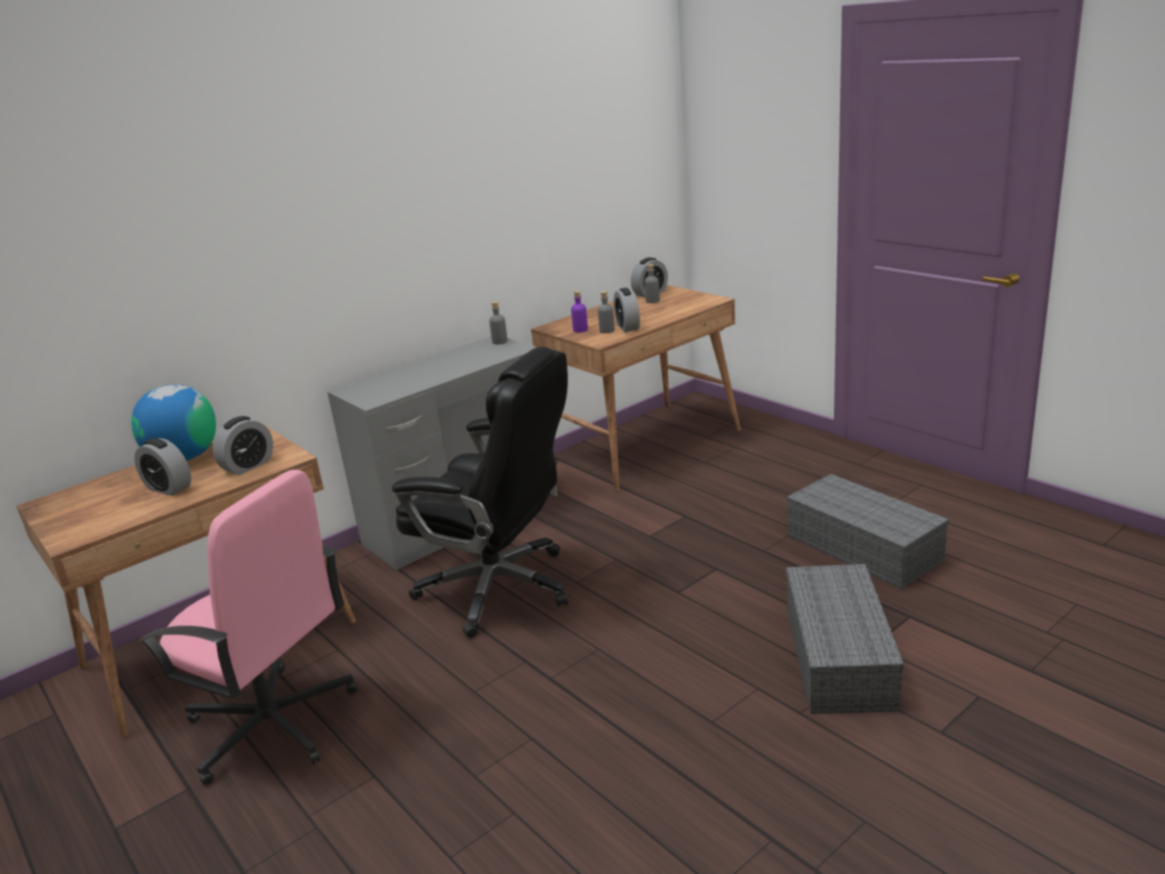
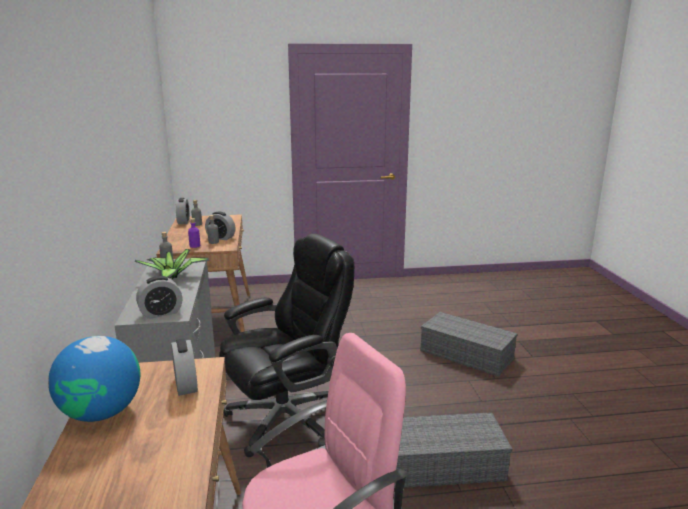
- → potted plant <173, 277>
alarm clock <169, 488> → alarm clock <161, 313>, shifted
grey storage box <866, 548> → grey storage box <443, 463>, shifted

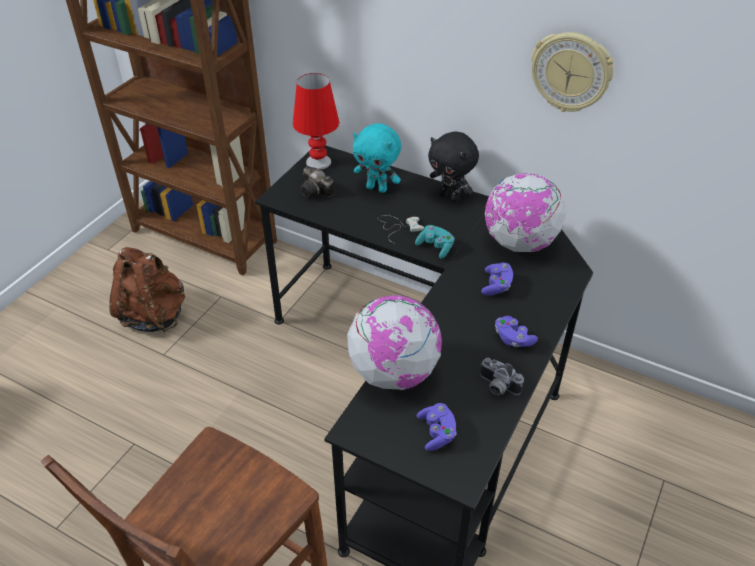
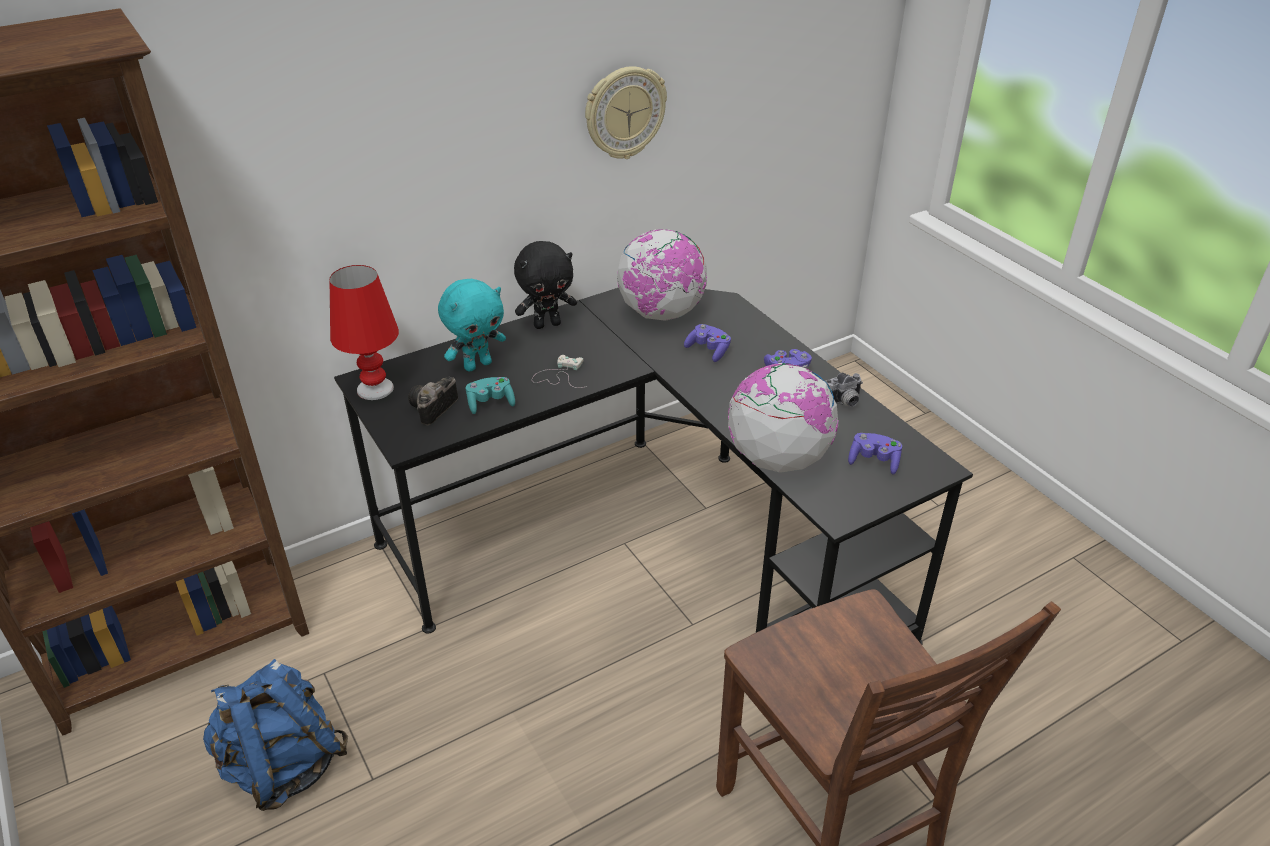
brown backpack <154, 315> → blue backpack <283, 765>
photo camera <316, 192> → photo camera <432, 410>, 135 degrees clockwise
turquoise game controller <435, 247> → turquoise game controller <490, 403>, shifted

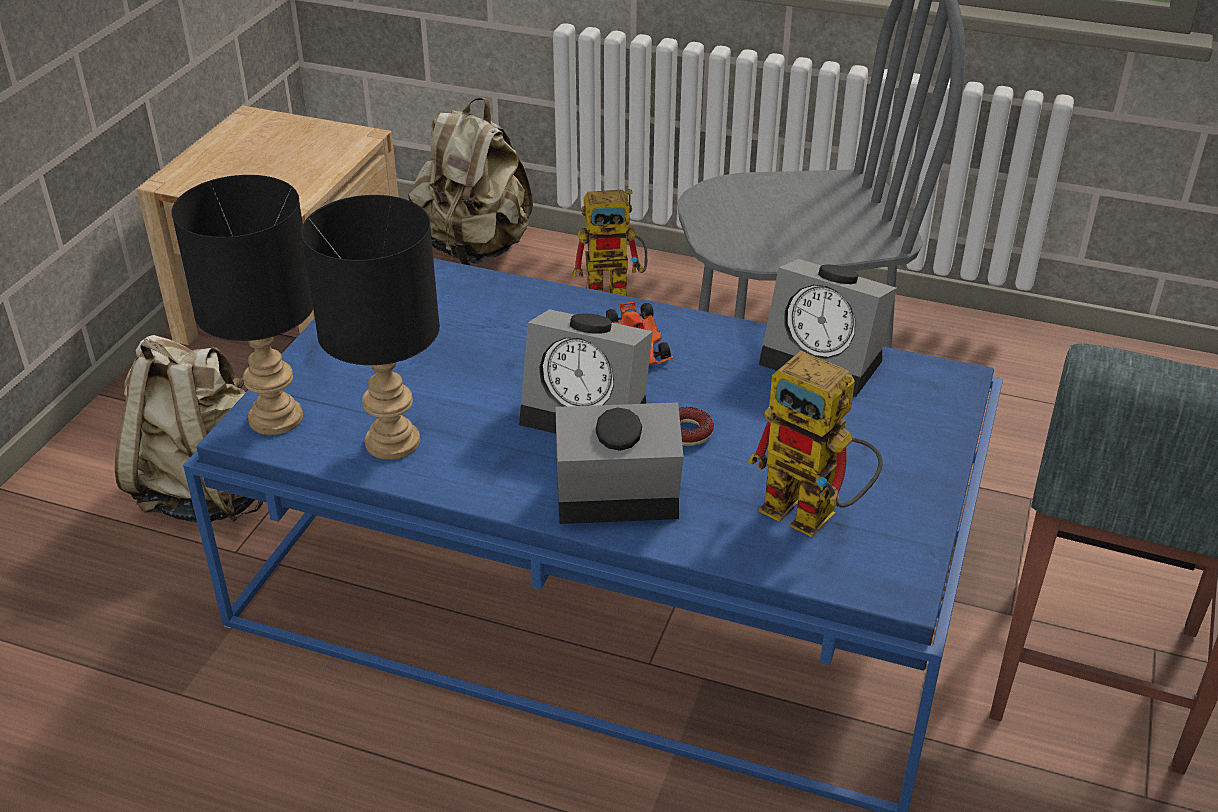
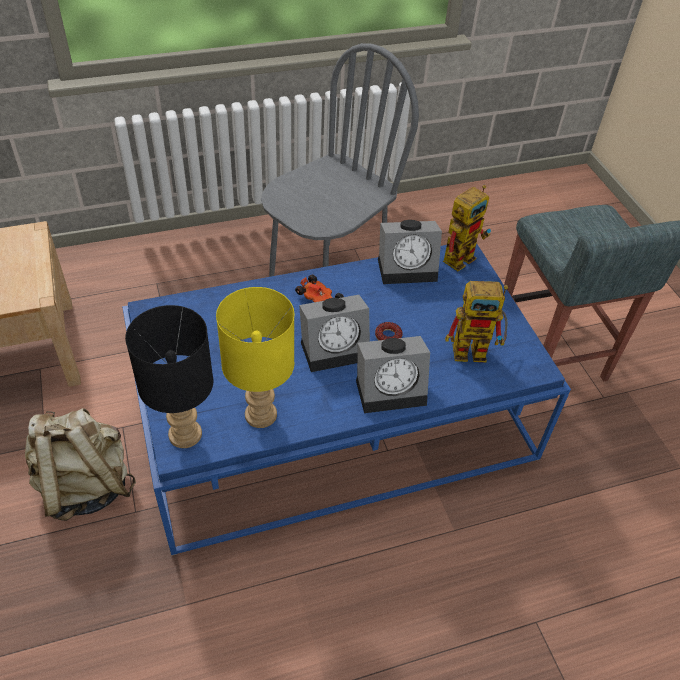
black table lamp <394, 443> → yellow table lamp <262, 415>
alarm clock <613, 500> → alarm clock <392, 389>, 150 degrees counterclockwise
toy robot <616, 291> → toy robot <461, 255>, shifted
beige backpack <475, 249> → -

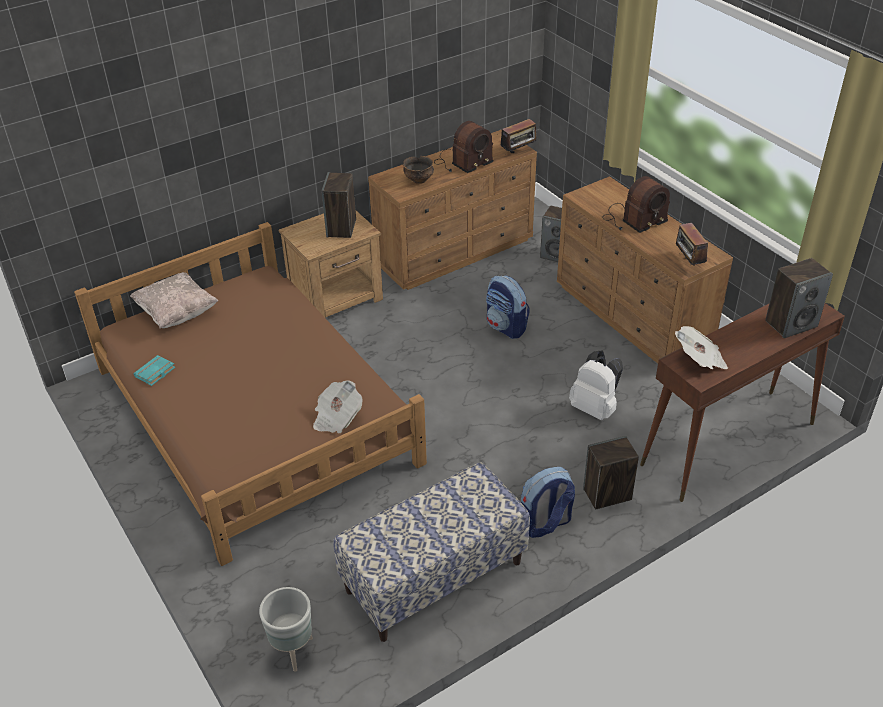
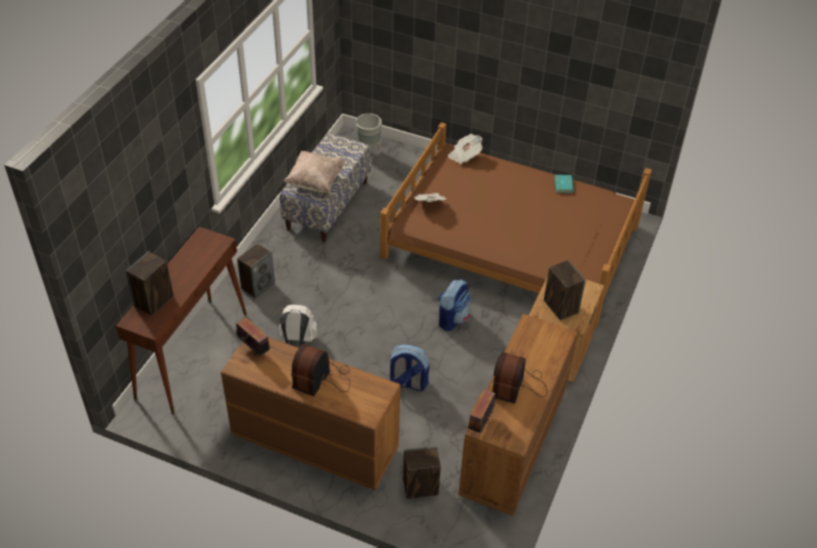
beige pillow <177, 313> → beige pillow <315, 182>, shifted
backpack <545, 524> → backpack <452, 318>, shifted
newspaper <699, 360> → newspaper <464, 156>, shifted
bowl <419, 180> → -

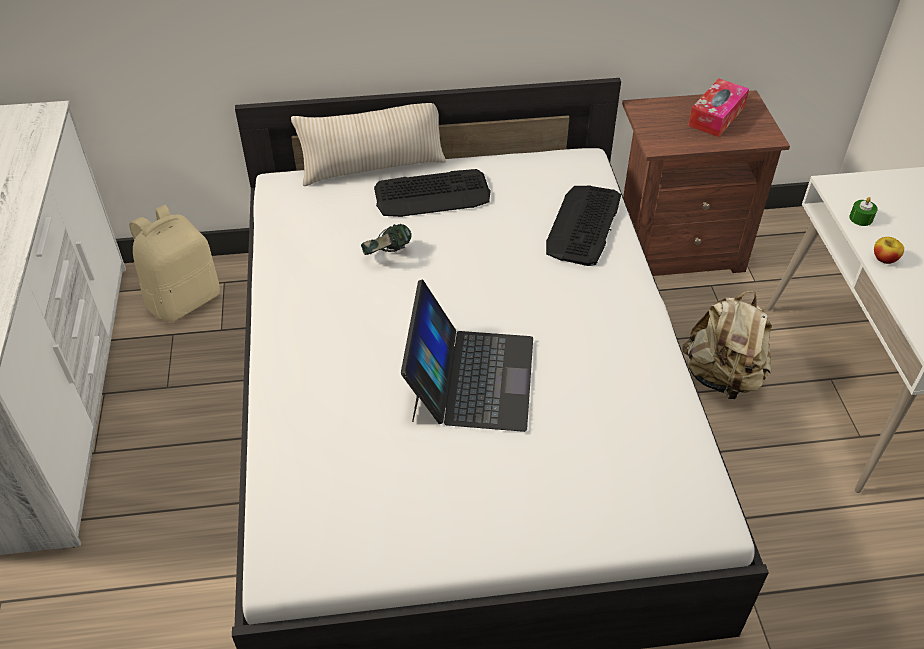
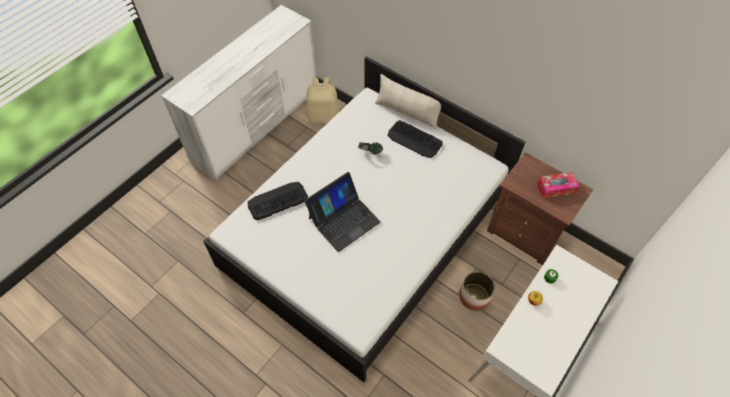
keyboard <583, 225> → keyboard <277, 201>, shifted
beige backpack <722, 377> → planter <474, 297>

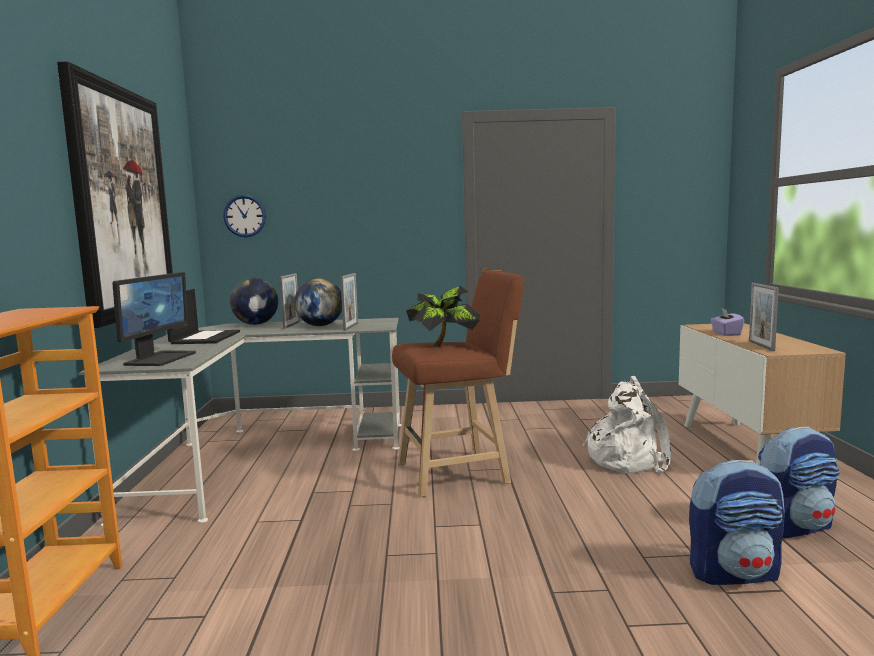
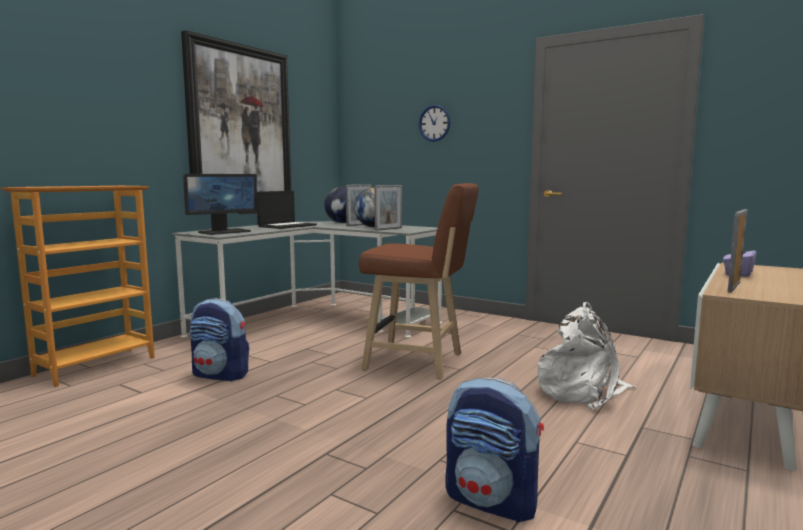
backpack <794, 527> → backpack <221, 375>, shifted
wall clock <244, 216> → wall clock <434, 123>, shifted
potted plant <445, 346> → -

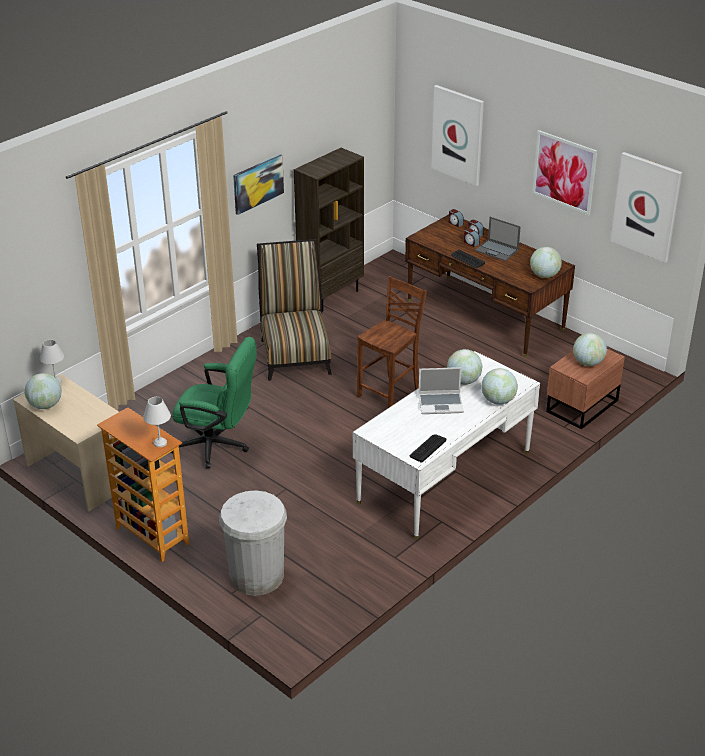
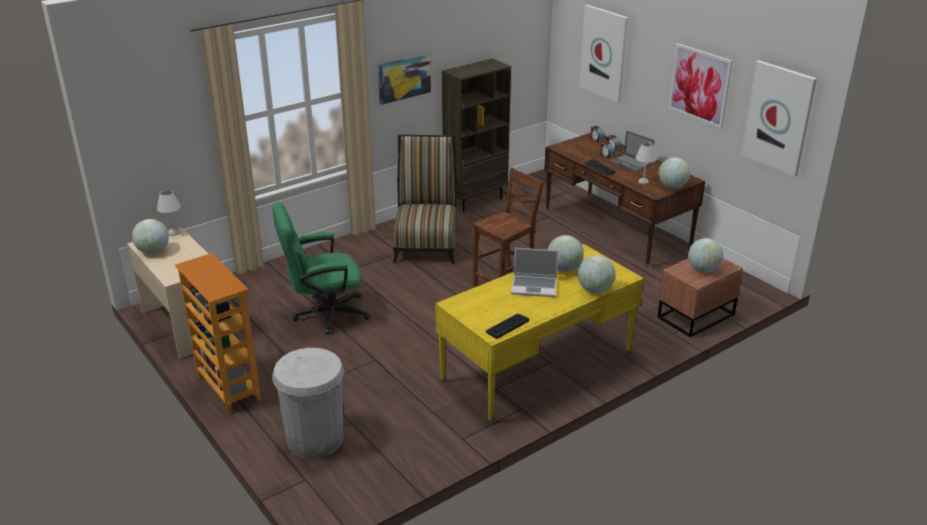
green office chair <217, 446> → green office chair <324, 314>, 135 degrees clockwise
white desk <445, 477> → yellow desk <537, 367>
white table lamp <160, 443> → white table lamp <643, 182>, shifted

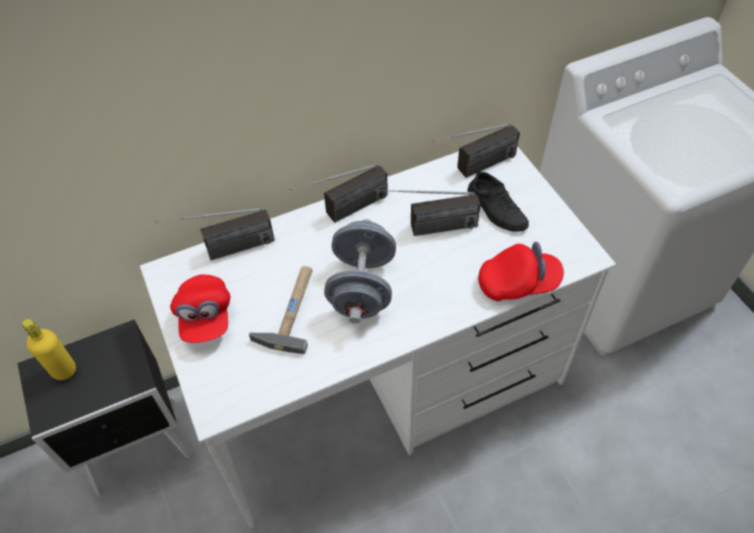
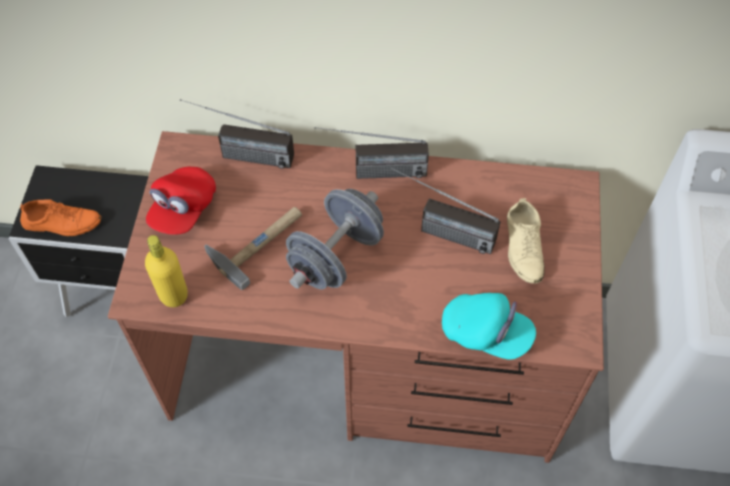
- → orange shoe <62, 223>
white desk <382, 386> → brown desk <367, 360>
yellow bottle <63, 370> → yellow bottle <173, 295>, shifted
red cap <518, 283> → turquoise cap <486, 333>
black shoe <496, 209> → beige shoe <523, 247>
radio <474, 169> → -

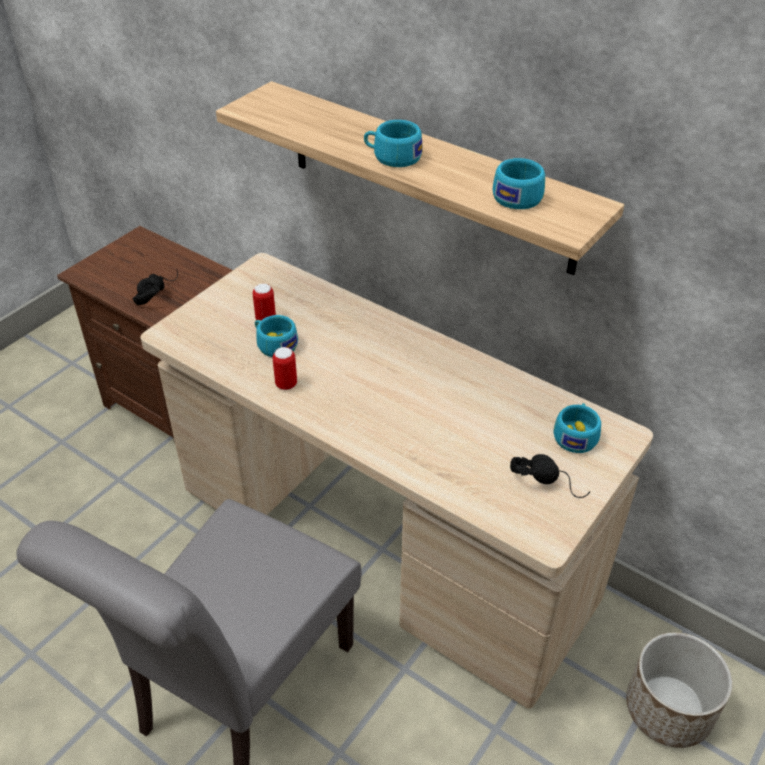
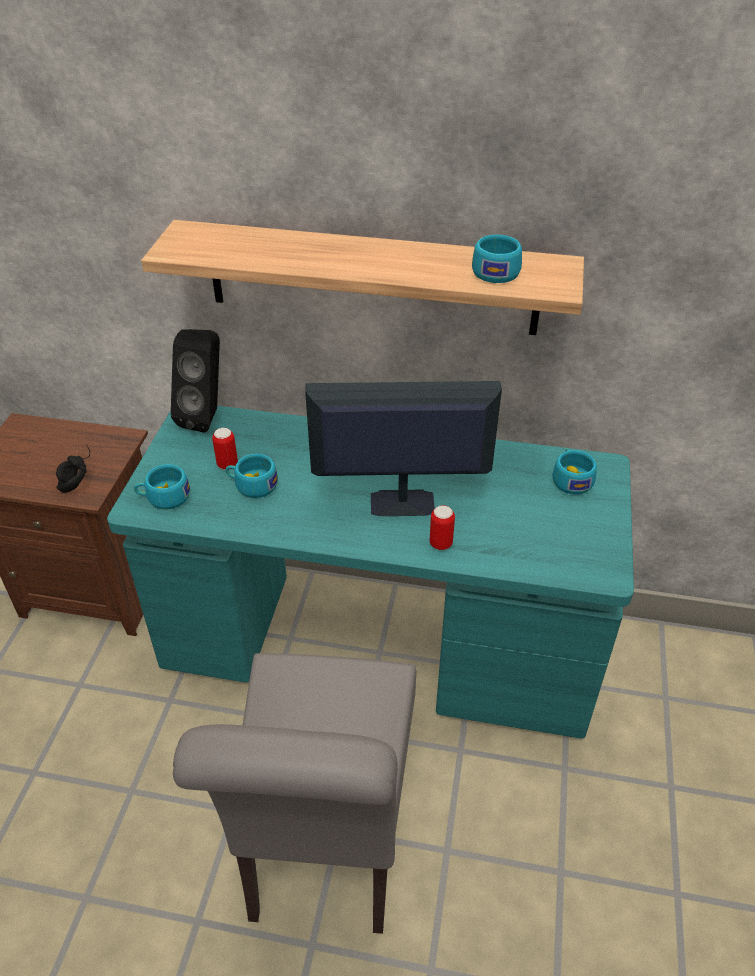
beige desk <382, 545> → turquoise desk <377, 648>
turquoise cup <392, 157> → turquoise cup <164, 497>, shifted
- → black speaker <207, 416>
- → monitor <400, 503>
can <286, 384> → can <440, 543>, shifted
black headphones <548, 480> → -
planter <669, 709> → -

